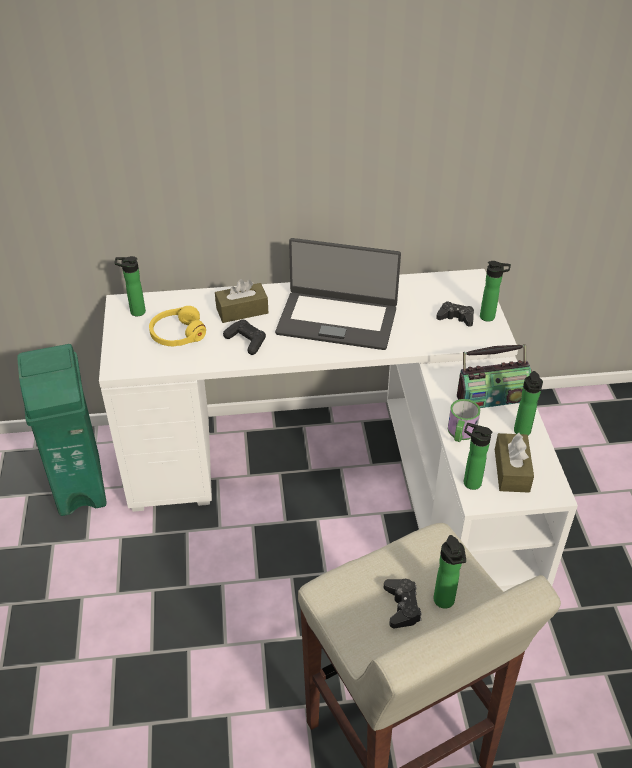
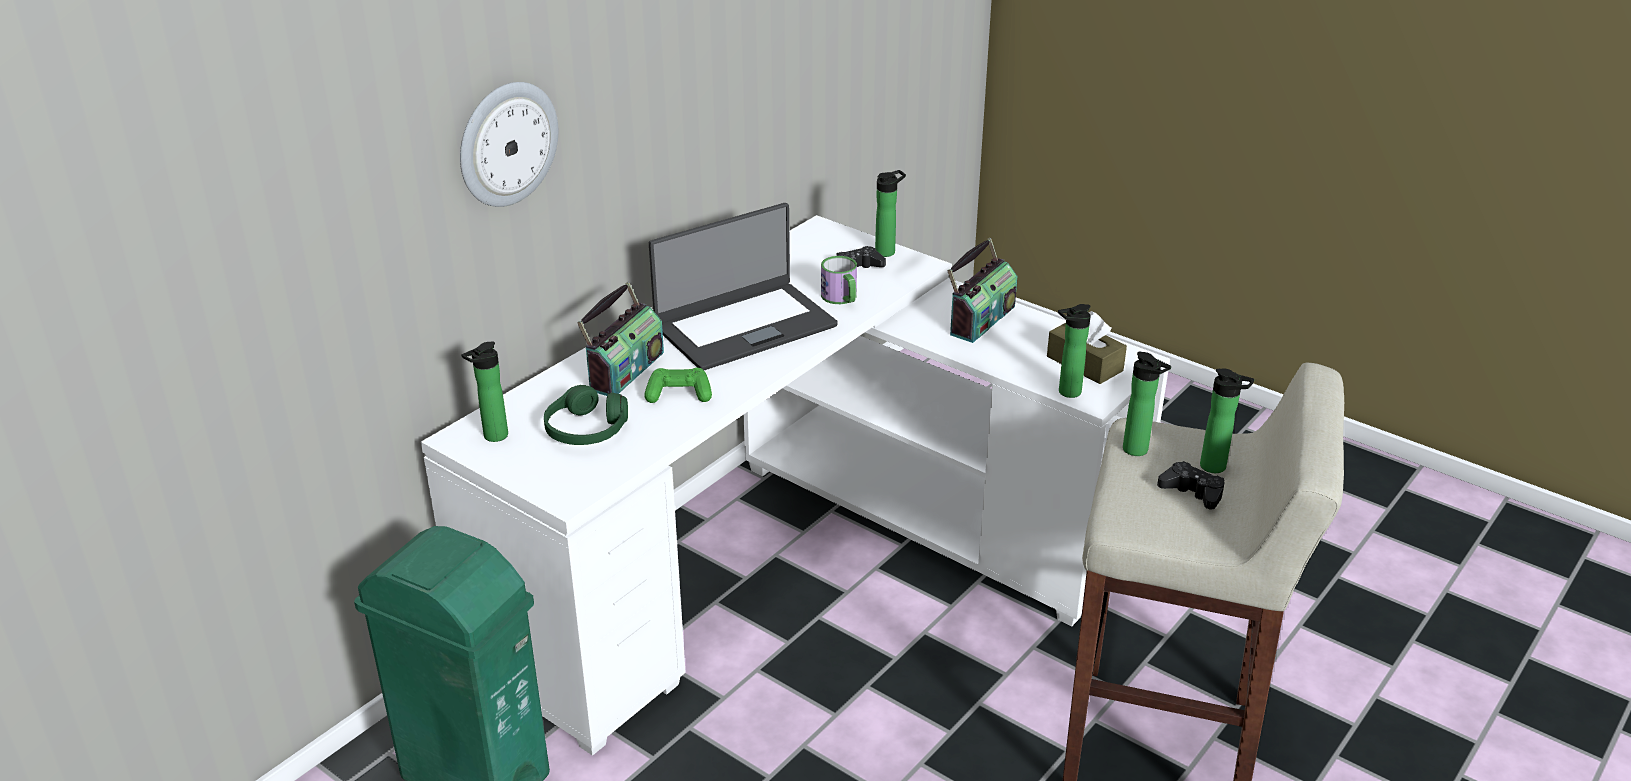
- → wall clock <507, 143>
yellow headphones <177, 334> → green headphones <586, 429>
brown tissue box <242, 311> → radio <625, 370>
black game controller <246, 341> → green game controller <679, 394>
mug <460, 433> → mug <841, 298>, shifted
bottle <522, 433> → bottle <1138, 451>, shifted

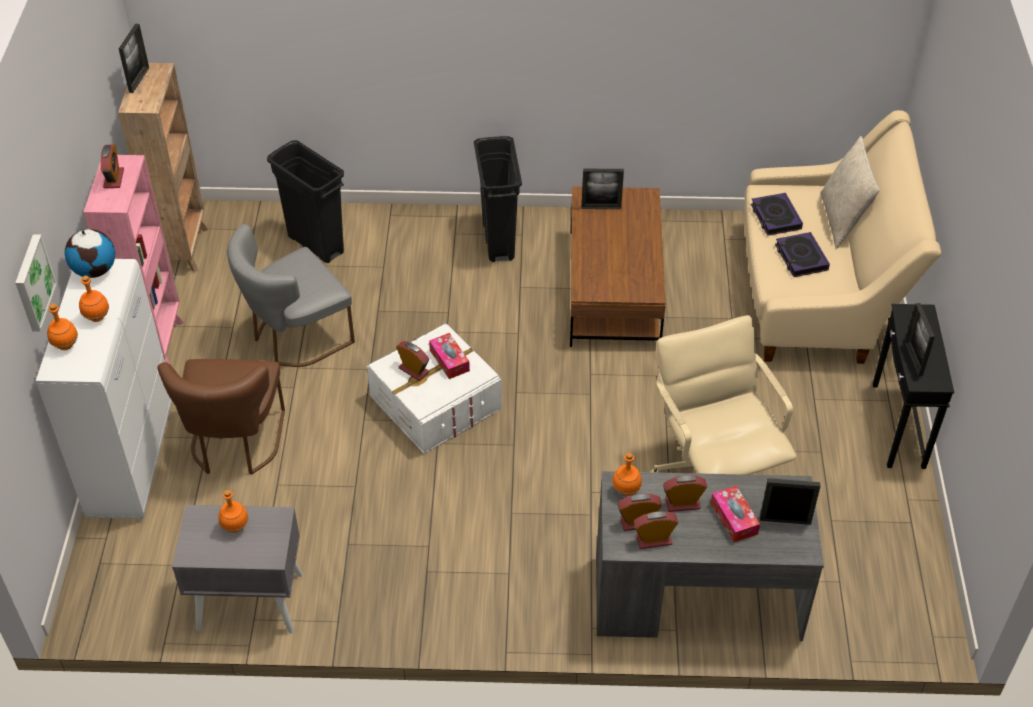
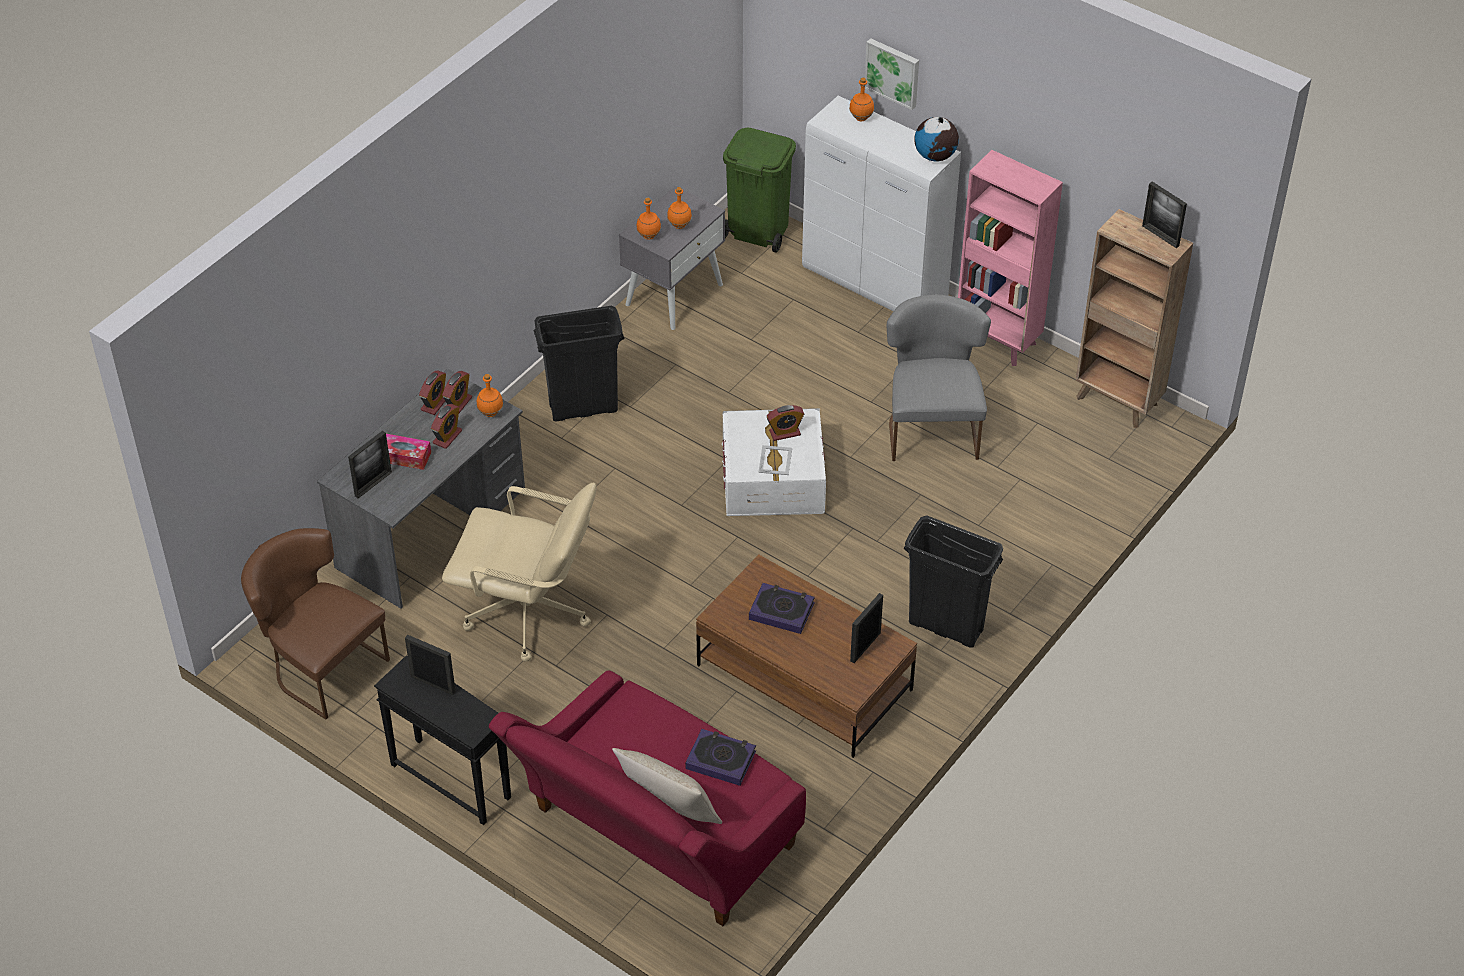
brown chair <235, 445> → brown chair <321, 666>, shifted
beige sofa <818, 293> → red sofa <655, 838>
black trash can <315, 244> → black trash can <584, 408>, shifted
orange bottle <96, 317> → orange bottle <649, 236>, shifted
- → green trash can <757, 230>
book <801, 258> → book <781, 611>, shifted
tissue box <449, 360> → picture frame <775, 460>
alarm clock <114, 178> → -

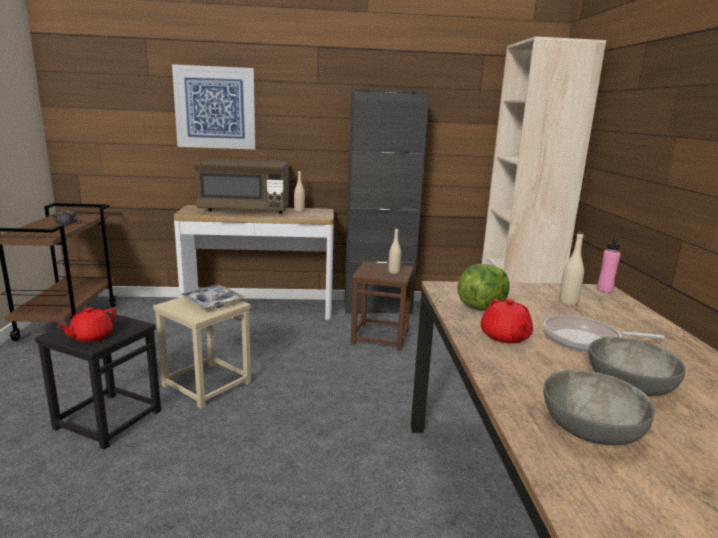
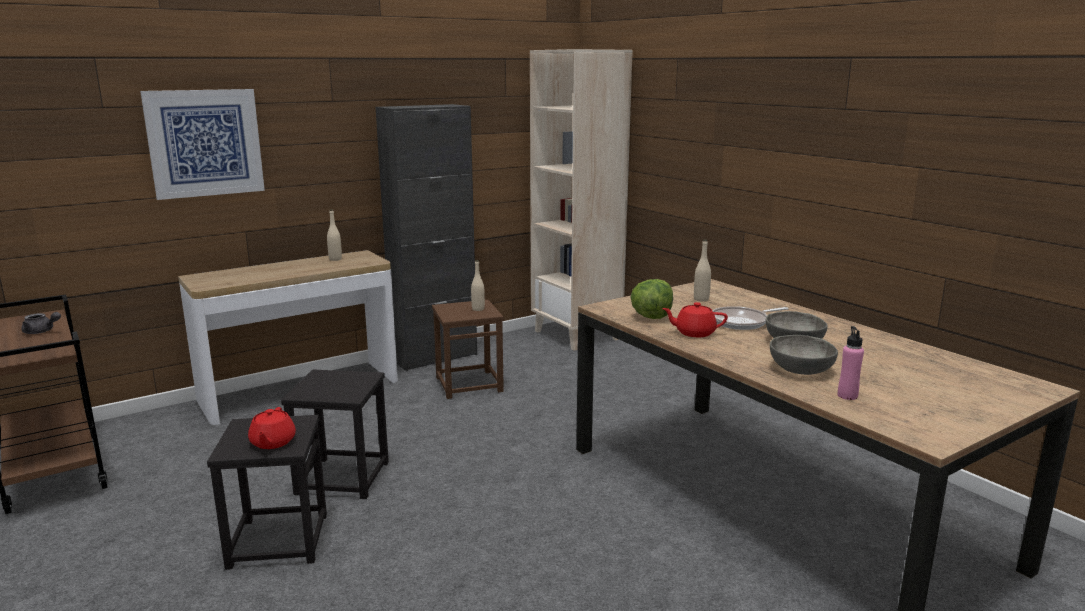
beige stool <206, 384> → black stool <342, 478>
red teapot <505, 337> → red teapot <694, 333>, 135 degrees clockwise
pink bottle <604, 290> → pink bottle <847, 396>, shifted
tray <212, 302> → -
brown microwave <245, 210> → -

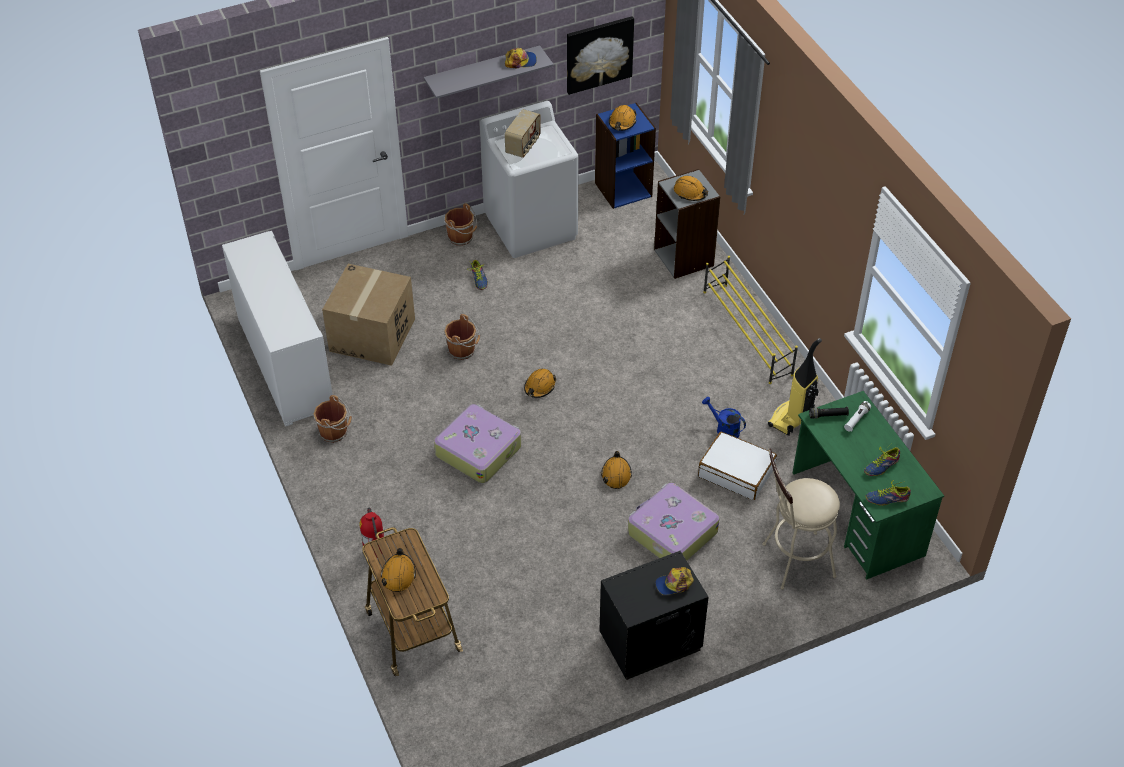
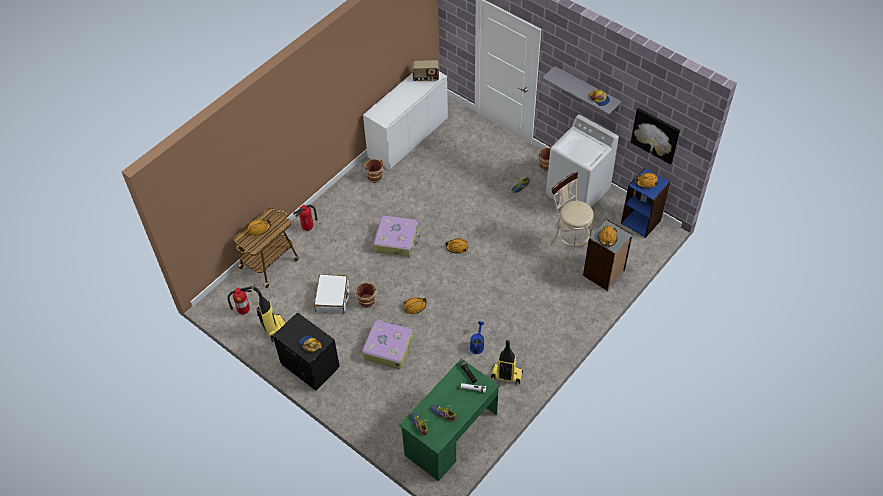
- → fire extinguisher <244, 311>
- → vacuum cleaner <275, 328>
white suitcase <736, 472> → white suitcase <332, 298>, shifted
brown bucket <463, 350> → brown bucket <367, 302>, shifted
radio <523, 145> → radio <425, 77>, shifted
beige stool <792, 562> → beige stool <569, 244>, shifted
cardboard box <372, 335> → -
yellow shoe rack <747, 333> → -

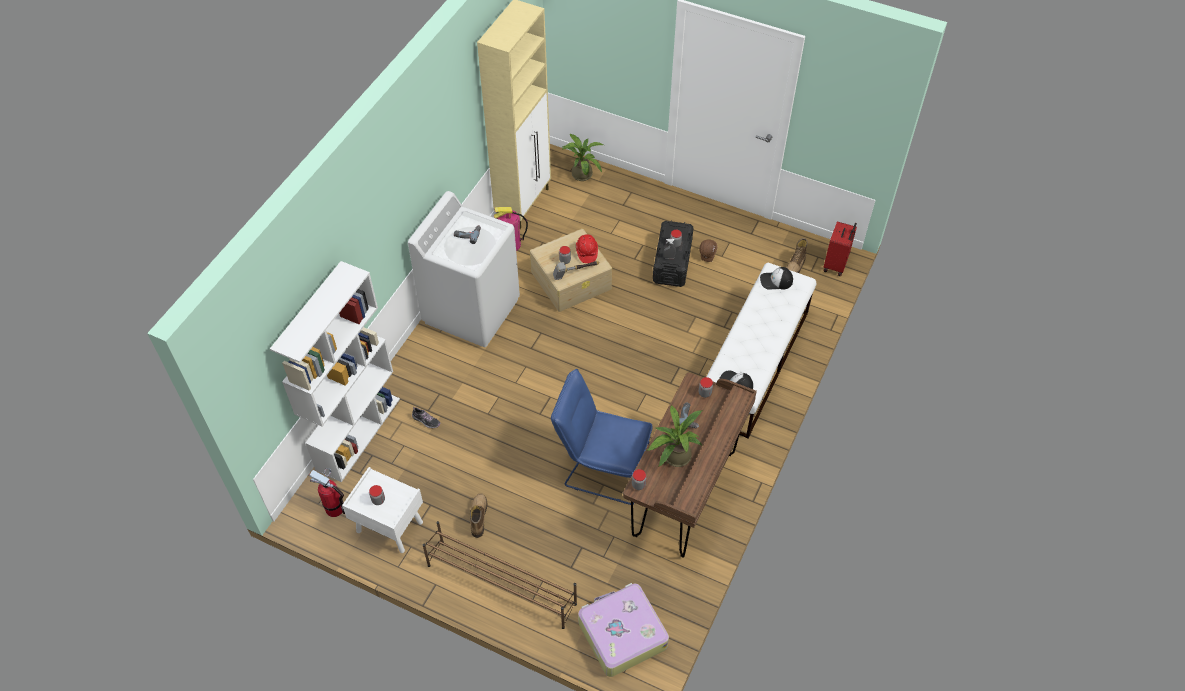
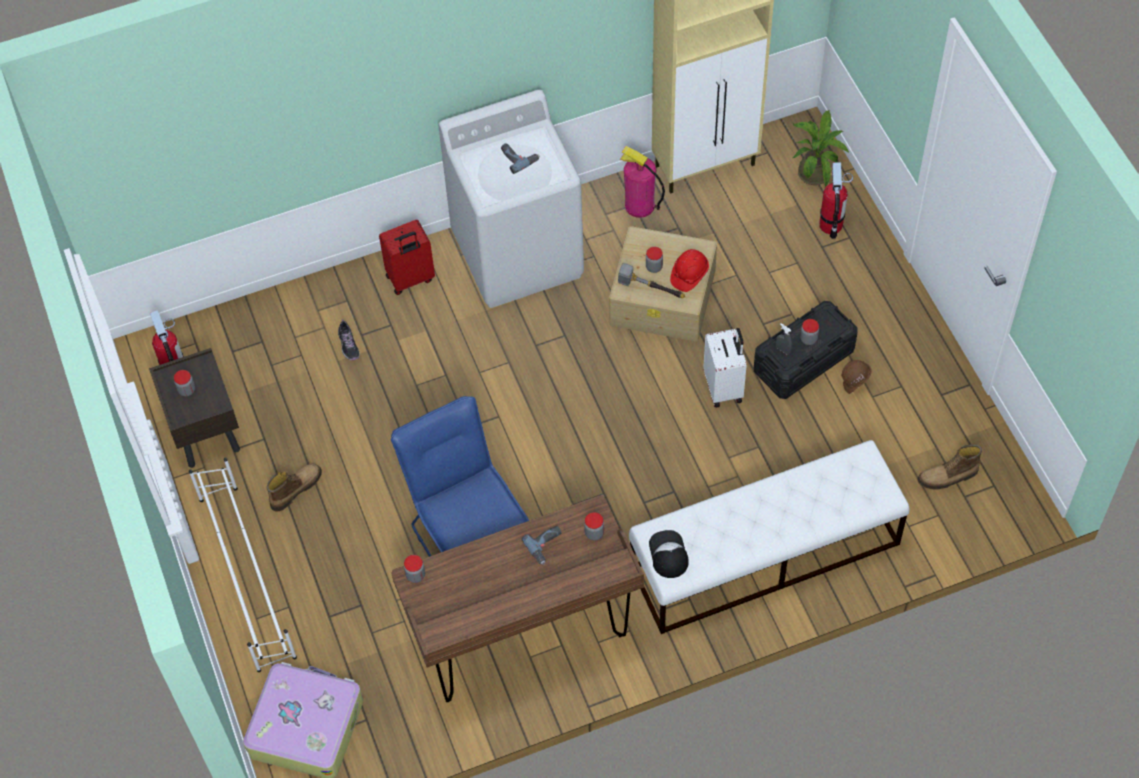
white nightstand <389, 527> → brown nightstand <204, 430>
brown shoe rack <501, 584> → white shoe rack <247, 576>
red suitcase <836, 265> → red suitcase <410, 279>, shifted
- → white suitcase <724, 387>
- → fire extinguisher <831, 225>
white bookcase <358, 433> → -
potted plant <673, 457> → -
cap <776, 281> → -

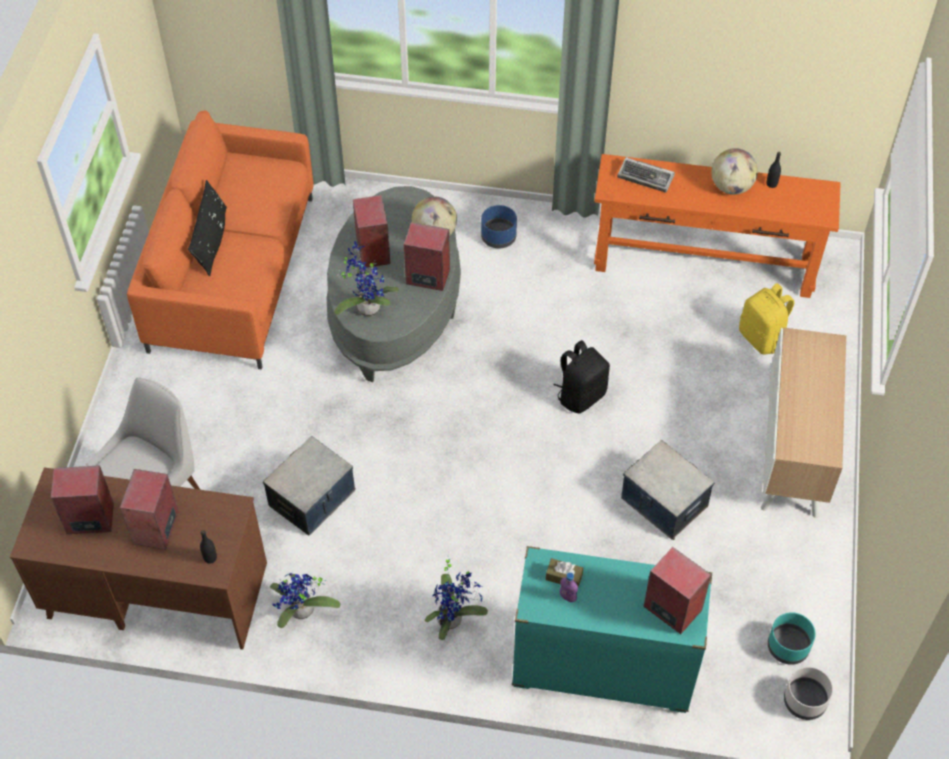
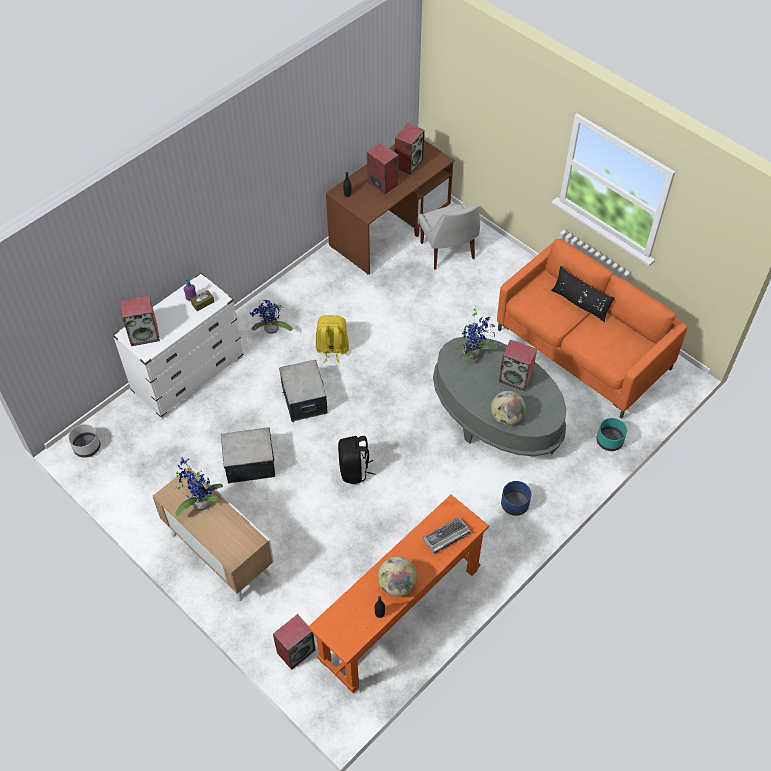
turquoise dresser <602, 666> → white dresser <188, 375>
potted plant <301, 613> → potted plant <199, 502>, shifted
speaker <427, 277> → speaker <296, 650>, shifted
storage box <312, 498> → storage box <304, 400>, shifted
yellow backpack <762, 338> → yellow backpack <332, 349>, shifted
turquoise planter <788, 647> → turquoise planter <609, 441>, shifted

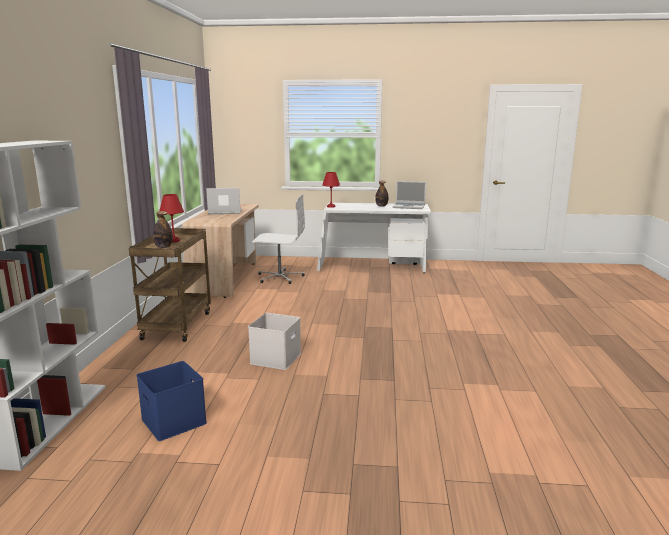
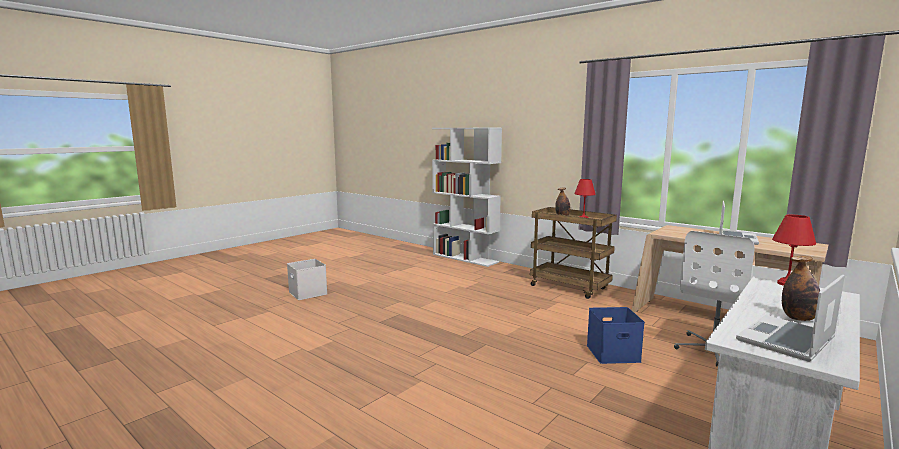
white storage box <275, 358> → white storage box <308, 293>, shifted
blue storage box <172, 421> → blue storage box <613, 353>, shifted

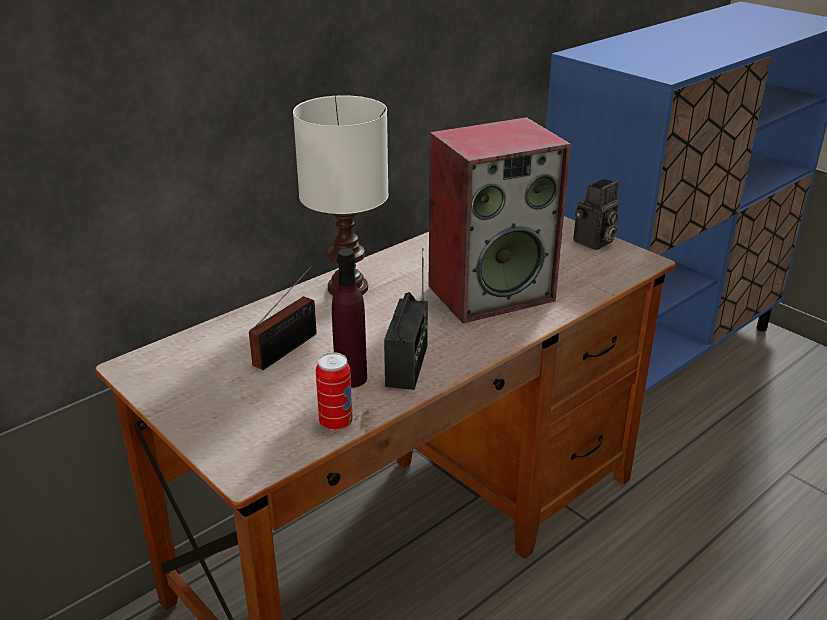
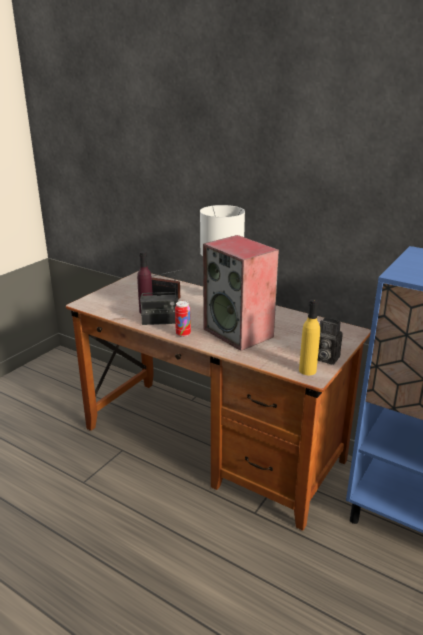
can <336, 423> → can <183, 334>, shifted
- → yellow bottle <307, 370>

